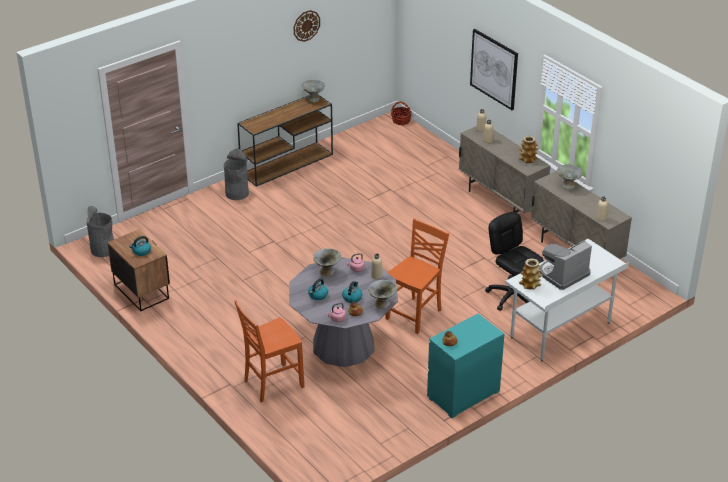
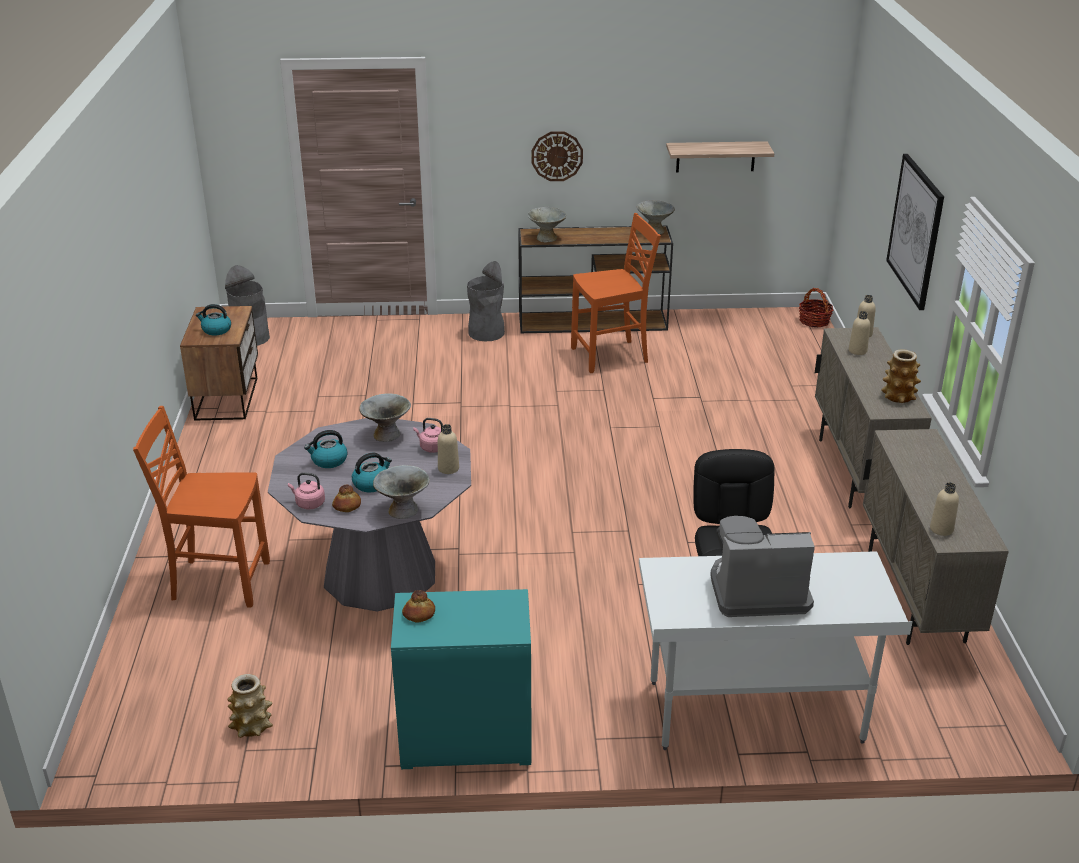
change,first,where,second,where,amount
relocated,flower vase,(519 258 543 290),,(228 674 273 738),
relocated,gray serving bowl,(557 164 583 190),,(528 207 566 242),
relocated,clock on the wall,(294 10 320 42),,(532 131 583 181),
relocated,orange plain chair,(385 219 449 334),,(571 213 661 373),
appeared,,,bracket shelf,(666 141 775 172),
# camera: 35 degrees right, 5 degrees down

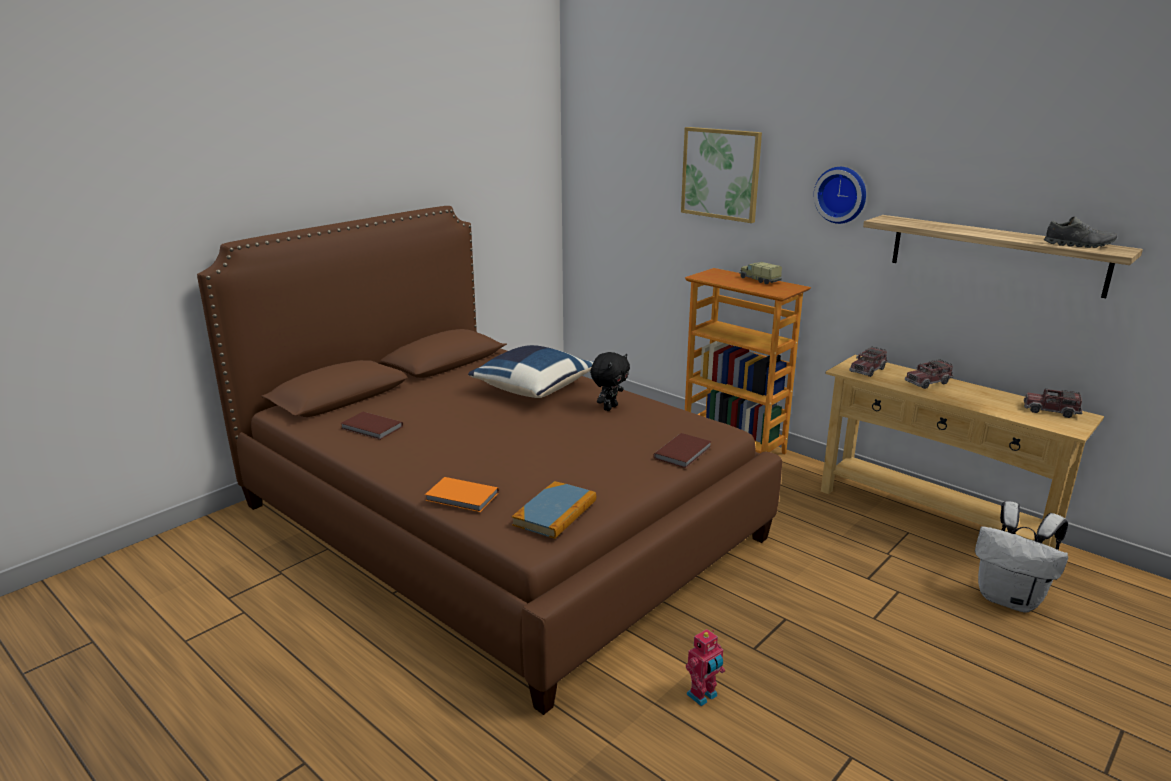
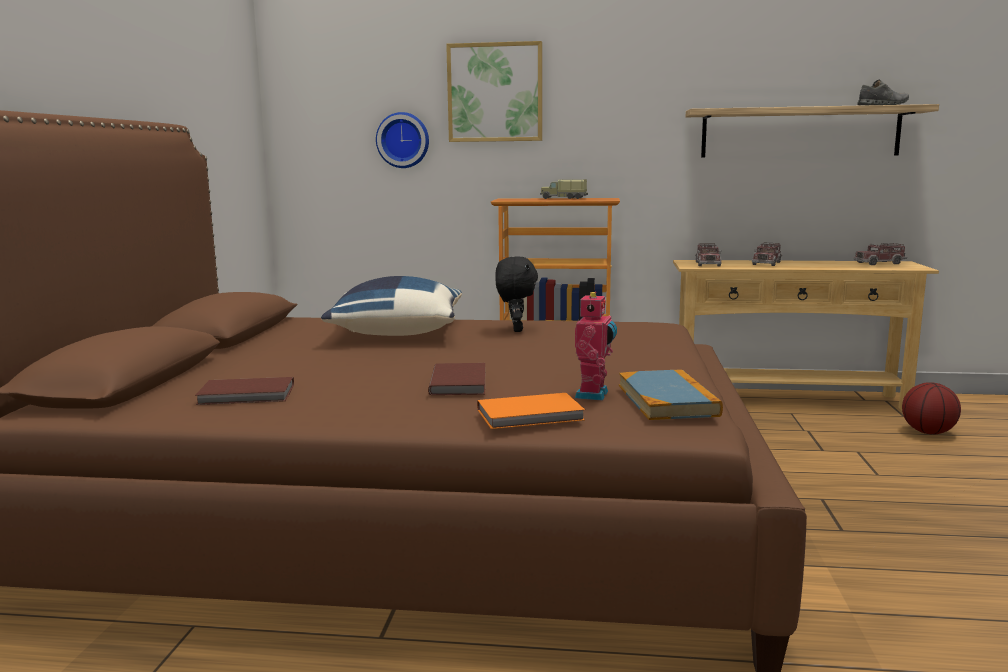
change,first,where,second,where,amount
relocated,clock on the wall,(814 167 866 224),,(376 112 429 168),
relocated,brown-coloured volume,(653 433 712 468),,(428 363 485 395),
relocated,robot figure,(686 629 725 706),,(575 291 617 401),
exchanged,whitish backpack,(975 501 1068 613),basketball,(902 382 961 434),
# camera: 35 degrees left, 10 degrees down

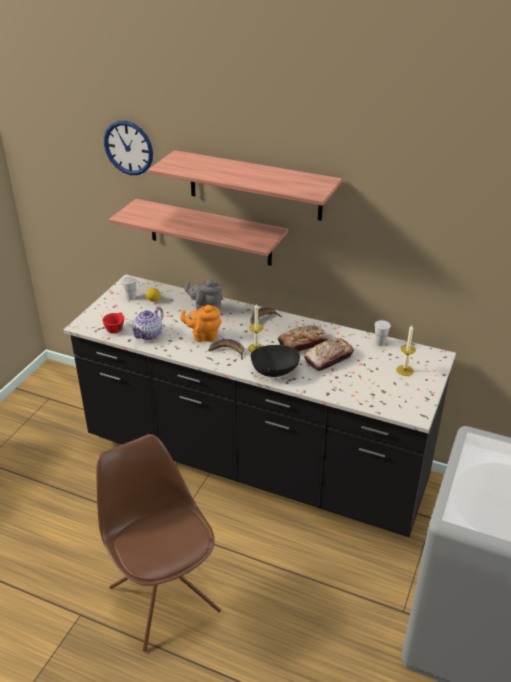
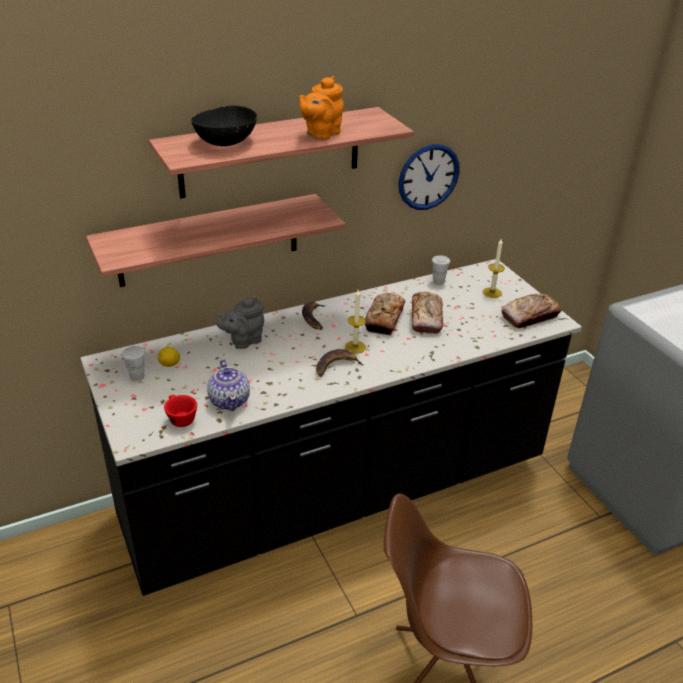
change,first,where,second,where,amount
relocated,blackish serving bowl,(251 345 300 377),,(191 105 257 146),
relocated,orange tea pot,(180 305 221 342),,(299 76 344 140),
relocated,clock on the wall,(104 121 153 175),,(398 144 460 210),
appeared,,,baked bread,(501 294 562 328),
# camera: 50 degrees left, 0 degrees up

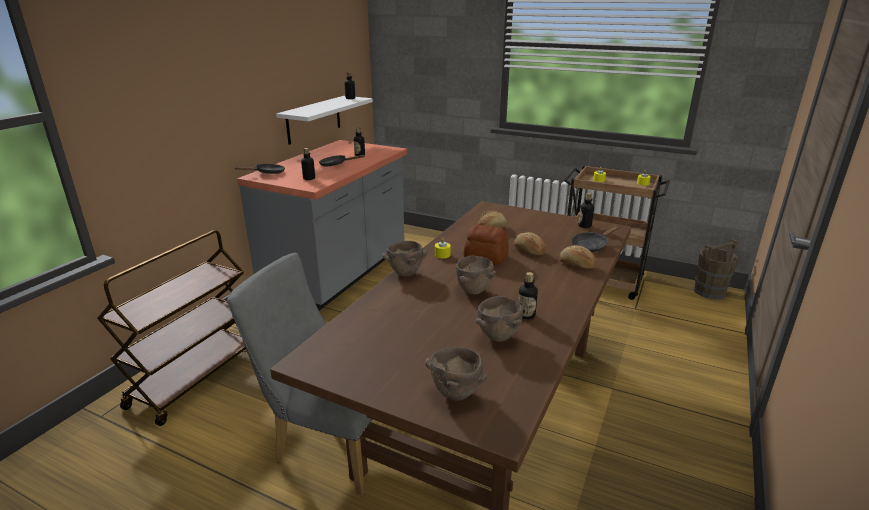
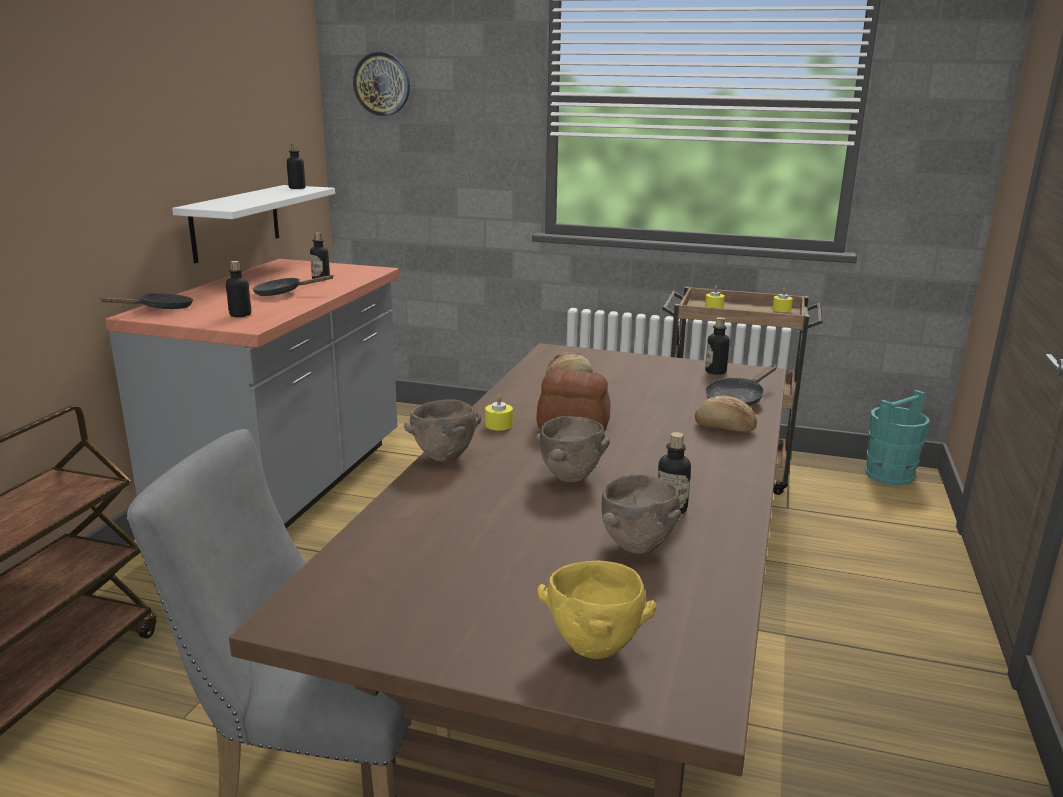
change,first,where,second,where,amount
appeared,,,clock on the wall,(353 52 410 116),
colour,brown-coloured serving bowl,(425 347 488 401),yellow serving bowl,(537 561 656 659),
colour,brown-coloured pail,(694 239 738 299),turquoise-coloured pail,(865 390 930 485),
missing,baked bread,(514 232 545 255),,,
# camera: 10 degrees left, 5 degrees down

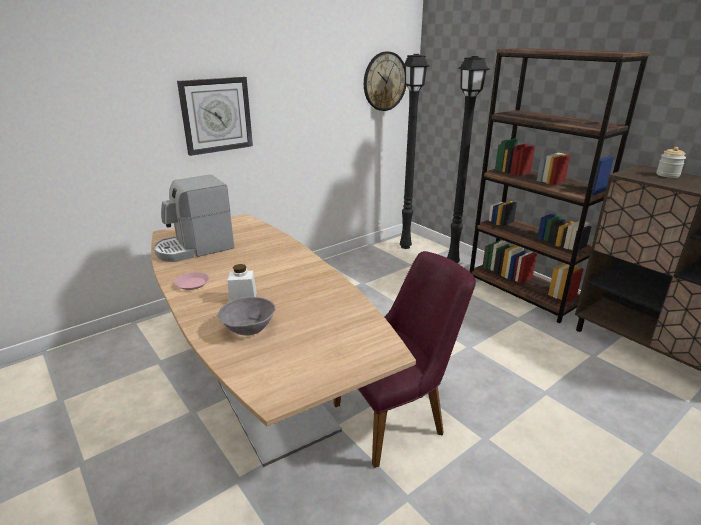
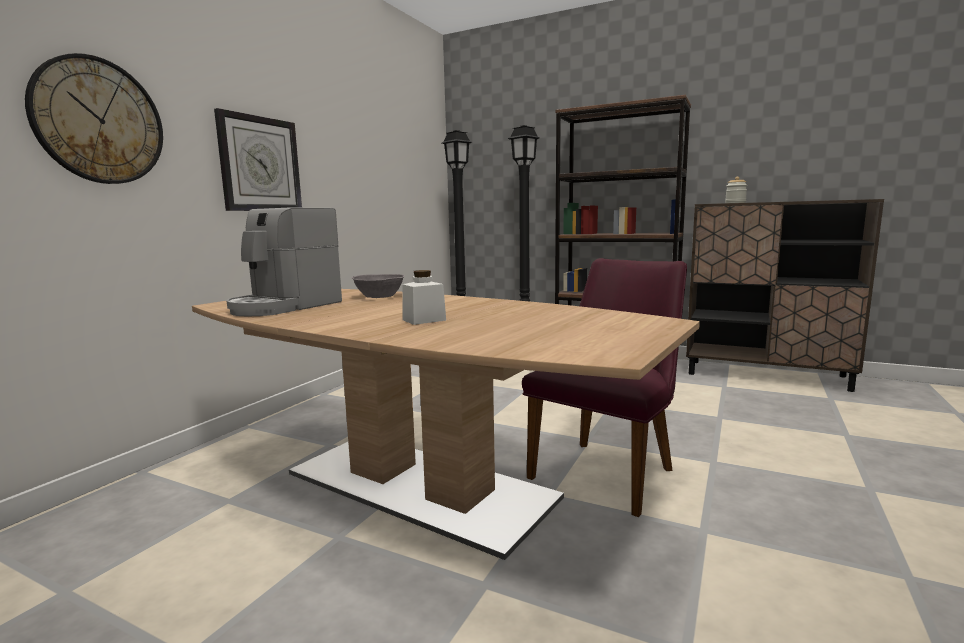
change,first,where,second,where,amount
relocated,clock on the wall,(364 52 407 111),,(25 53 163 184),
relocated,gray serving bowl,(218 297 276 336),,(352 274 405 298),
missing,pink plate,(174 272 209 290),,,
# camera: 25 degrees left, 15 degrees down

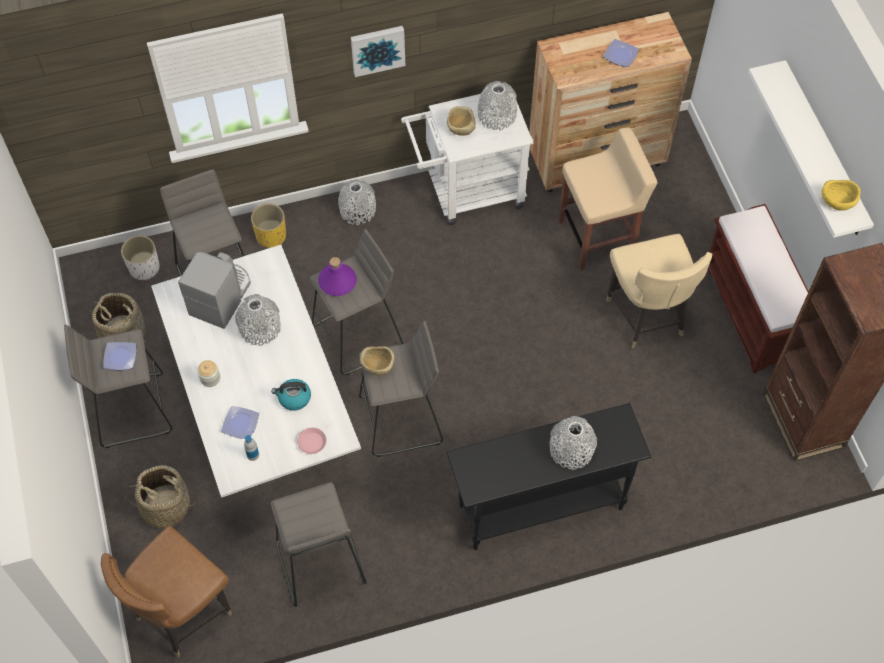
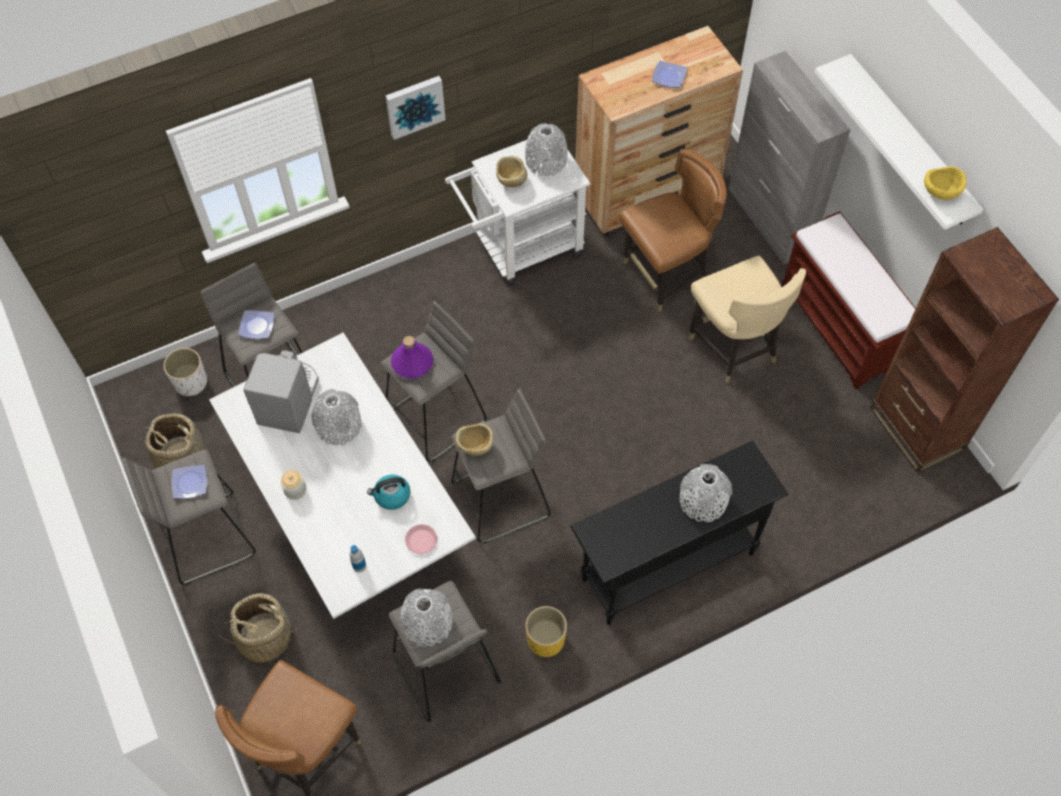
change,first,where,second,where,amount
relocated,plate,(221 406 259 439),,(239 310 274 339),
relocated,gray flower vase,(338 179 376 225),,(400 589 453 647),
relocated,yellow flower pot,(251 203 286 248),,(525 606 567 657),
exchanged,sand-coloured stool,(559 127 657 270),brown-coloured plain chair,(619 149 727 312),
appeared,,,gray cupboard,(729 51 850 264),
# camera: 10 degrees left, 0 degrees up

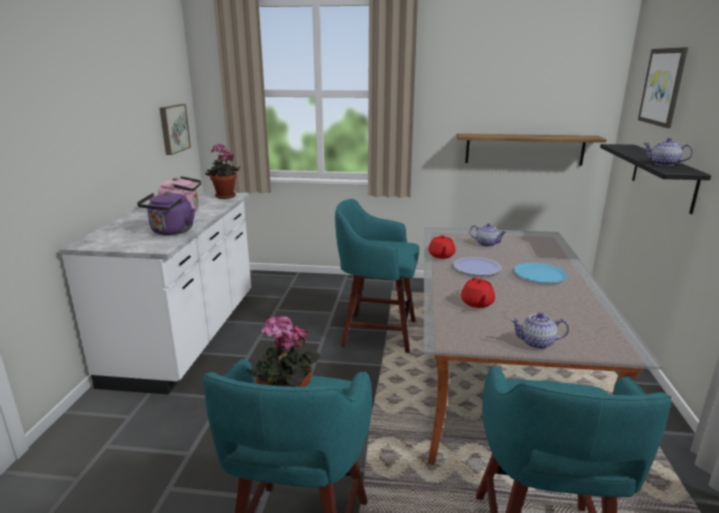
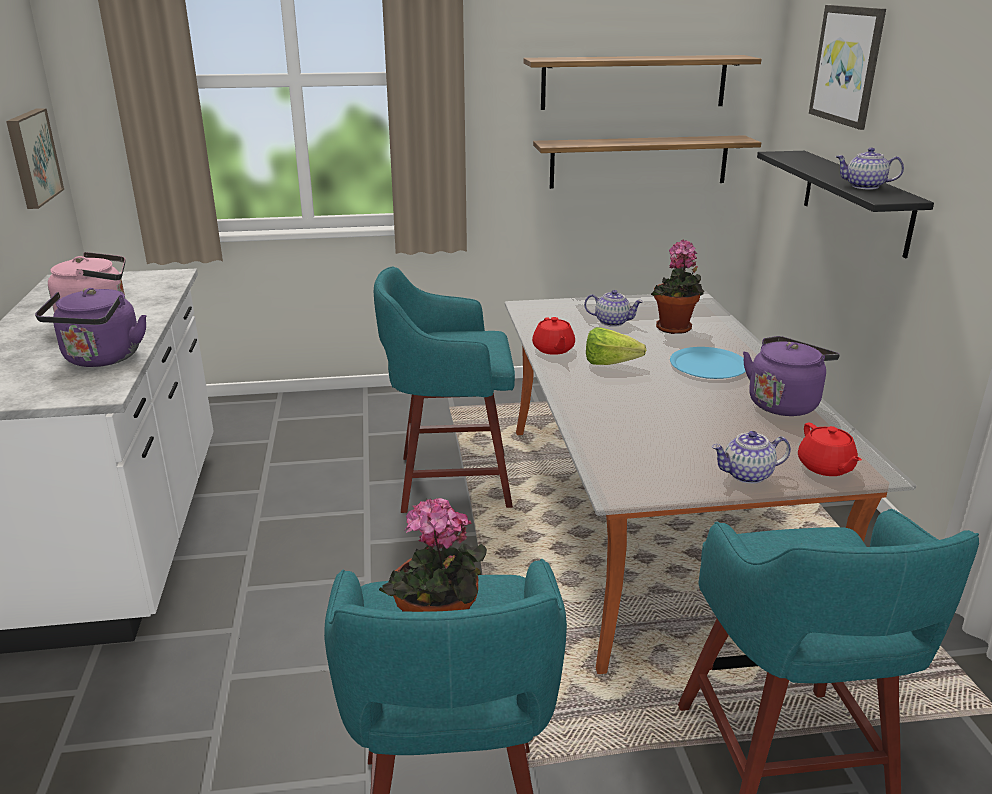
change,first,where,second,where,amount
appeared,,,bracket shelf,(523 55 761 110),
exchanged,plate,(453 257 502 276),lettuce head,(586 327 646 365),
relocated,plant in a pot,(205 144 240 199),,(651 239 704 334),
appeared,,,purplish water kettle,(743 336 840 416),
relocated,red-coloured tea pot,(461 277 495 308),,(798 423 862 476),
# camera: 15 degrees left, 5 degrees up

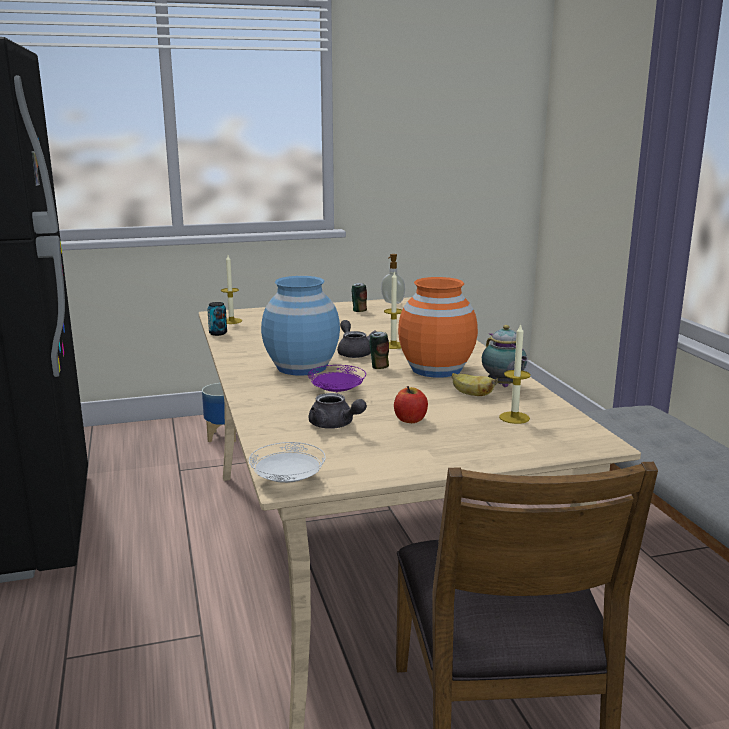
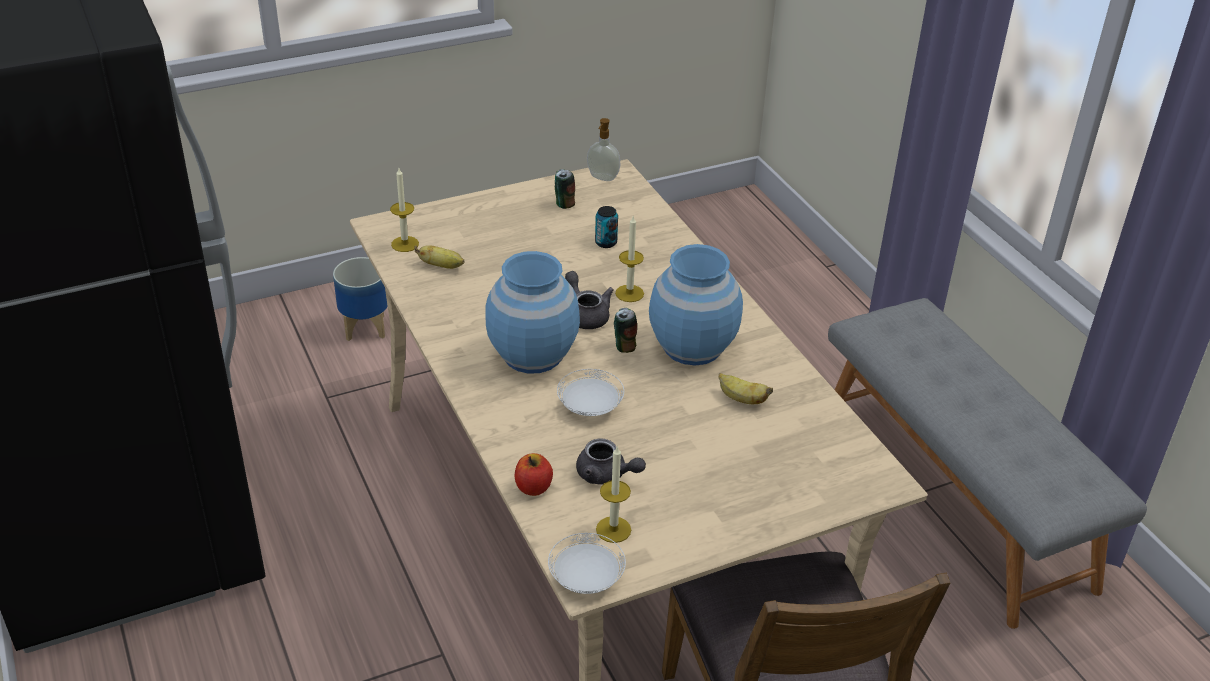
change,first,where,second,where,amount
appeared,,,whole banana,(415 245 464 269),
relocated,apple,(394 386 428 423),,(515 453 553 496),
colour,purplish plate,(308 365 366 393),whitish plate,(557 369 624 416),
relocated,can,(207 302 227 336),,(595 206 618 248),
relocated,wax candle,(499 323 531 424),,(596 446 631 543),
colour,orange flower vase,(398 277 478 378),bluish flower vase,(649 244 743 366),
missing,tea pot,(482 325 528 387),,,
# camera: 10 degrees left, 20 degrees up

